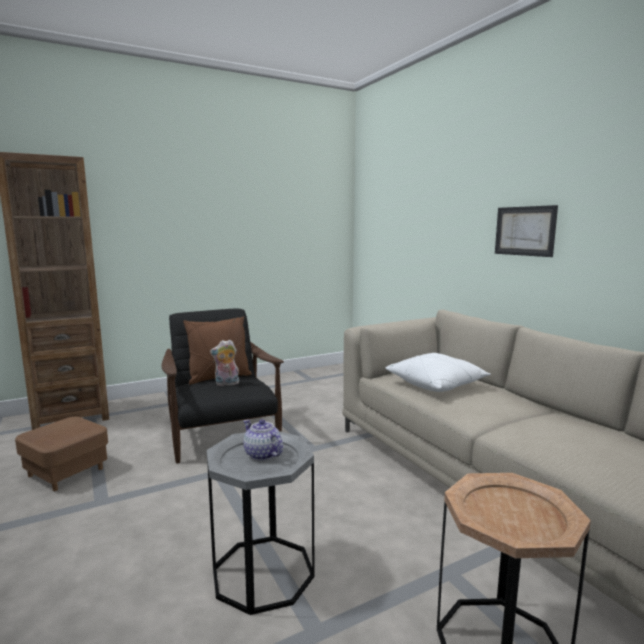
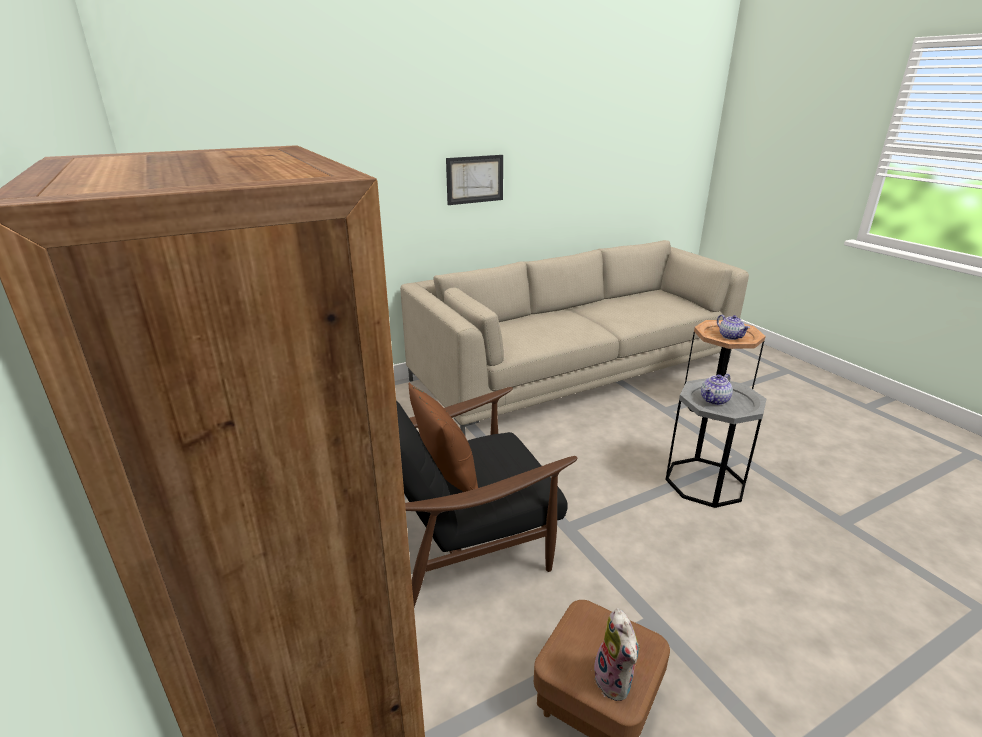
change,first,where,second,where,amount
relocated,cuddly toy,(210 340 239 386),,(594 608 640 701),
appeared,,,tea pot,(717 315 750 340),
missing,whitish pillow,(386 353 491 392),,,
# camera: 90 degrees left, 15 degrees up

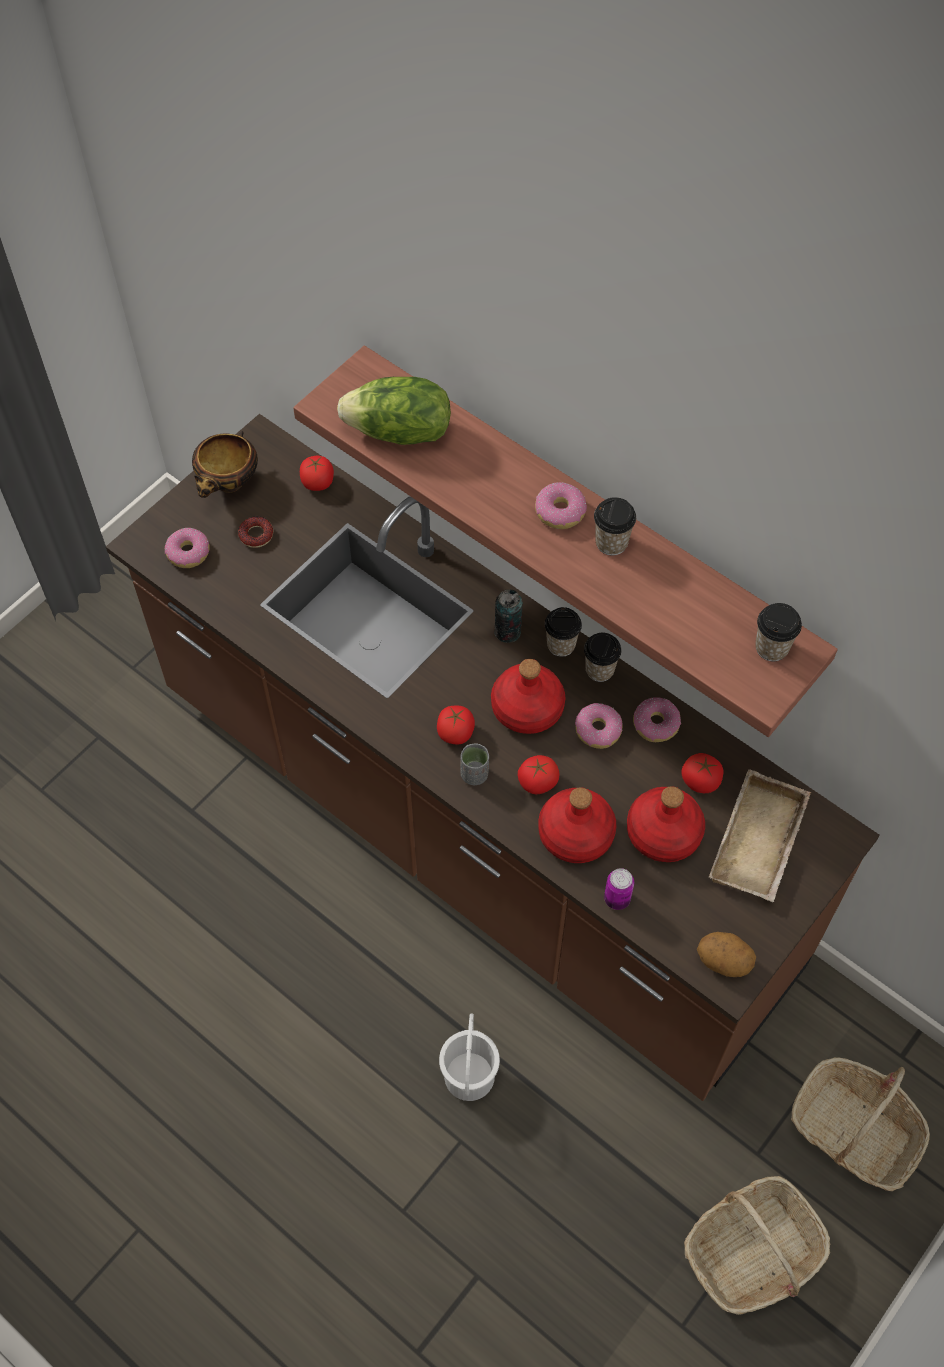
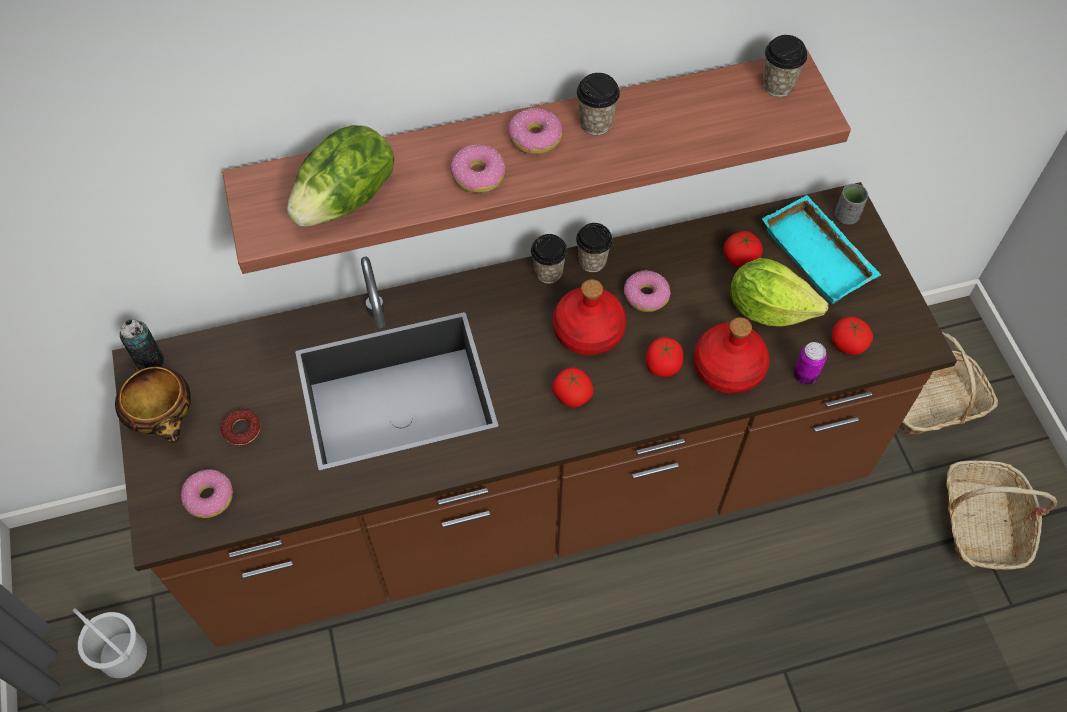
change,first,where,second,where,amount
relocated,whitish pail,(439 1013 500 1101),,(72 608 147 678),
relocated,can,(494 589 523 643),,(120 319 164 370),
relocated,donut,(633 697 681 742),,(451 145 506 193),
exchanged,red-coloured beverage bottle,(627 786 705 862),lettuce head,(730 258 828 327),
colour,sand-coloured carrying tray,(709 769 811 902),turquoise-coloured carrying tray,(762 195 881 304),
relocated,tomato,(300 456 334 491),,(831 316 873 355),
relocated,gray small cup,(460 743 489 785),,(835 184 868 225),
missing,spud,(697 932 756 977),,,
# camera: 55 degrees left, 0 degrees up

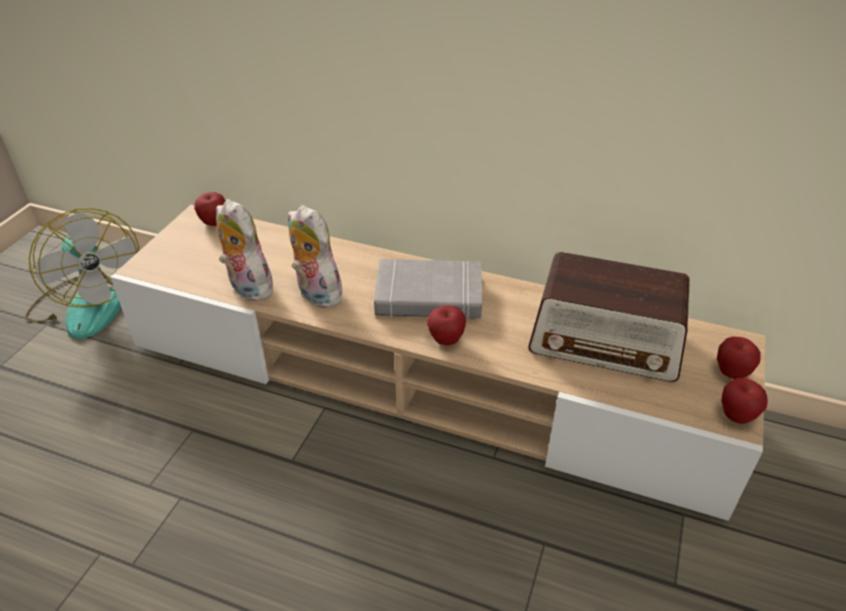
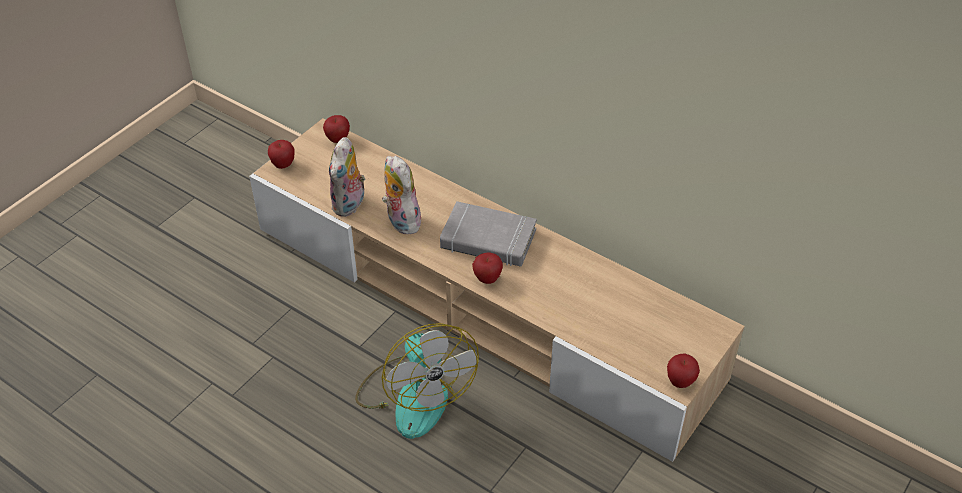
change,first,where,second,where,amount
relocated,apple,(717 337 761 379),,(268 140 295 169),
spun,cuddly toy,(216 199 276 301),,(329 137 365 217),135 degrees counterclockwise
relocated,electric fan,(25 208 140 339),,(355 323 479 439),
missing,radio,(528 252 690 382),,,
# camera: 15 degrees right, 5 degrees up

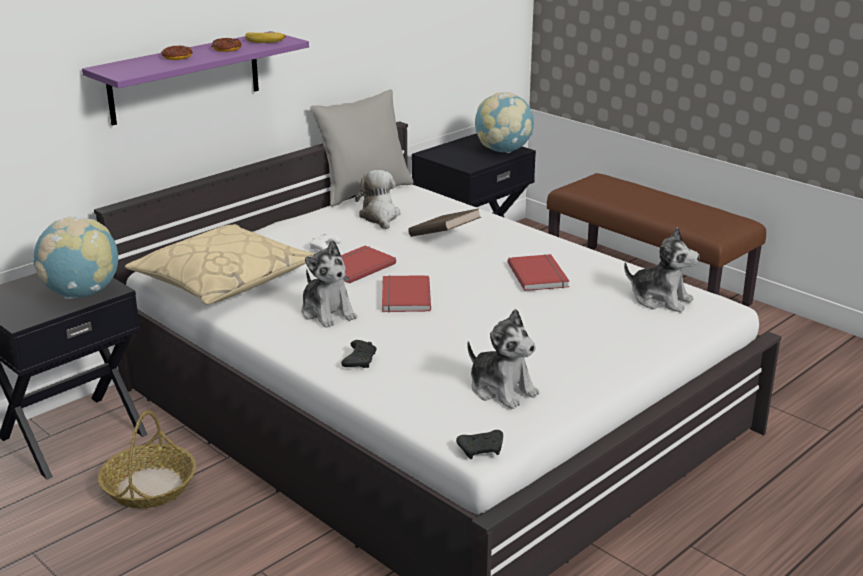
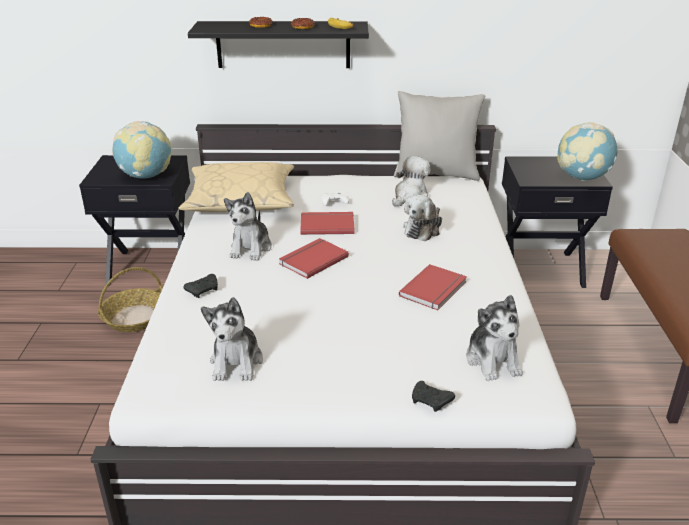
change,first,where,second,where,amount
colour,purplish bracket shelf,(82 31 309 126),blackish bracket shelf,(188 21 369 68),
exchanged,brown-coloured volume,(408 208 481 237),cuddly toy,(403 195 442 241),
relocated,blackish joypad,(456 430 503 459),,(412 381 455 412),
# camera: 45 degrees right, 5 degrees up

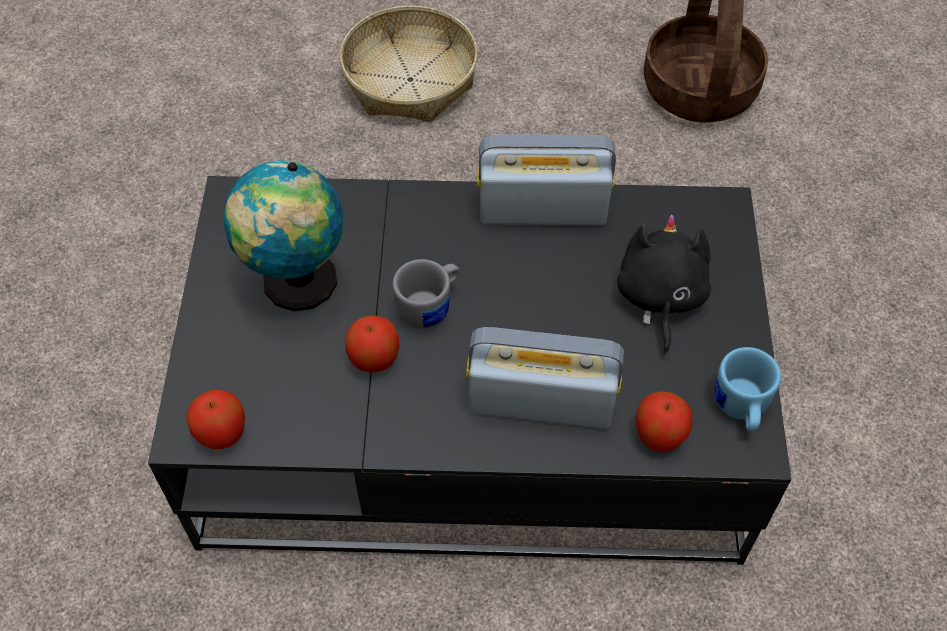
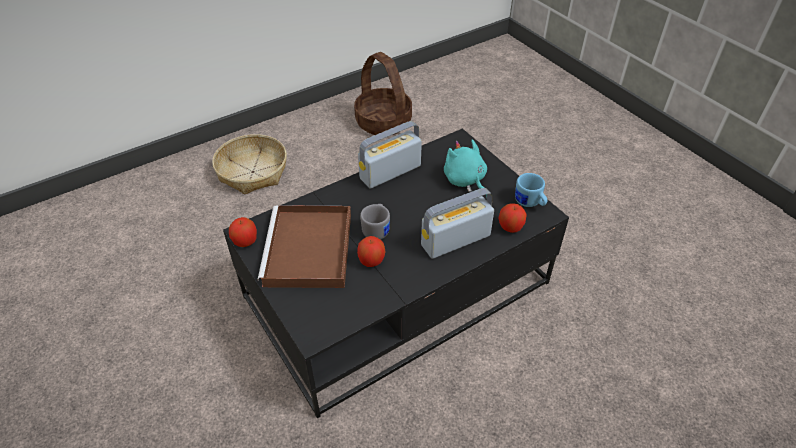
change,first,where,second,where,amount
relocated,apple,(186 390 245 449),,(229 217 257 247),
exchanged,desk globe,(224 160 343 311),brown-coloured carrying tray,(257 205 351 288),
colour,blackish cuddly toy,(617 215 711 355),turquoise-coloured cuddly toy,(444 139 487 198),
# camera: 35 degrees left, 10 degrees down

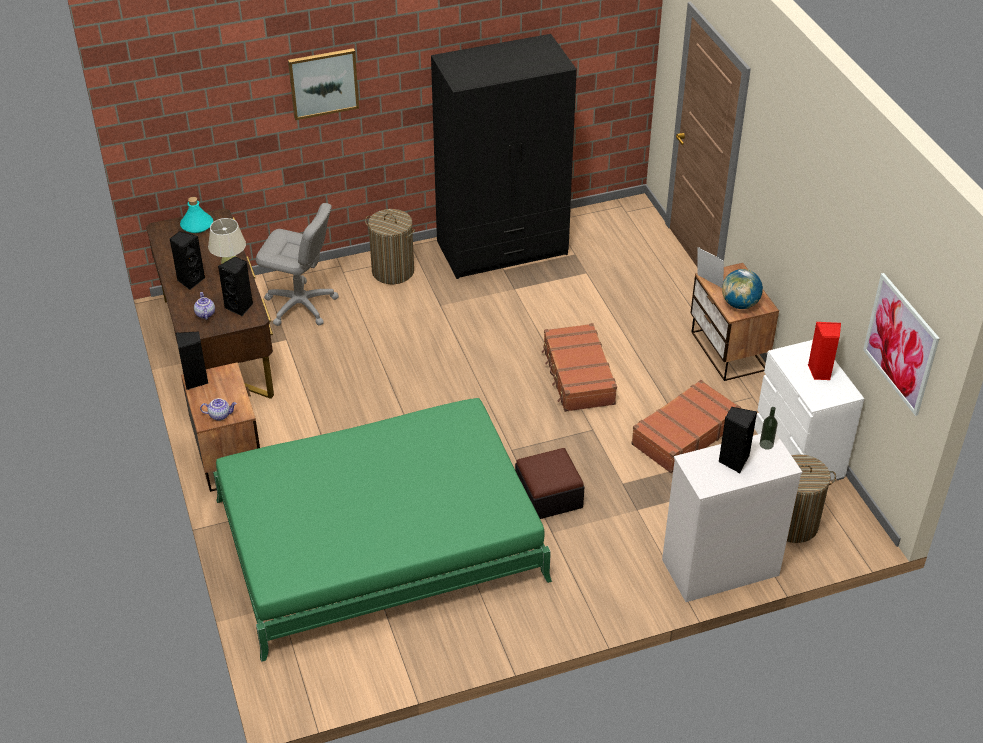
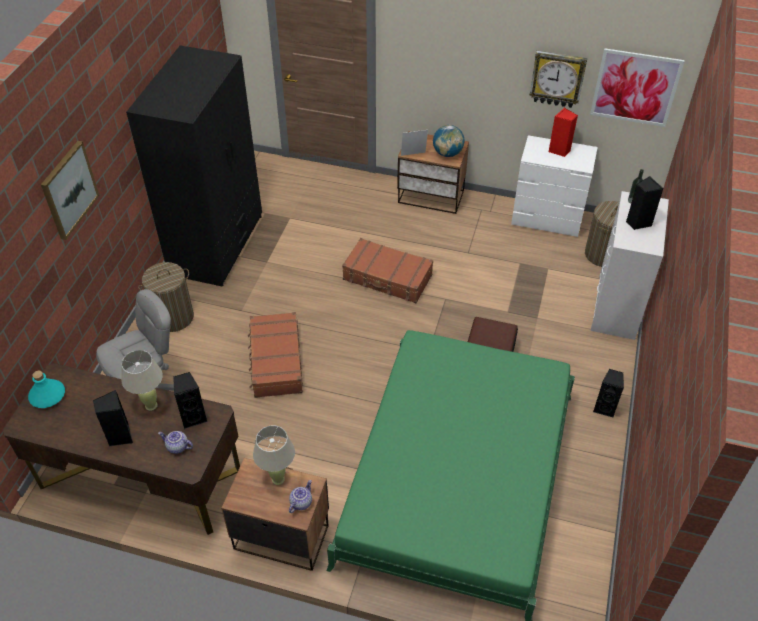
change,first,where,second,where,amount
relocated,brown-coloured travel case,(631 380 741 473),,(248 312 303 398),
appeared,,,sand-coloured tabletop lamp,(253 425 295 485),
appeared,,,clock on the wall,(530 51 587 108),
relocated,blackish audio speaker,(176 331 208 390),,(593 369 624 418),
# camera: 55 degrees left, 5 degrees up

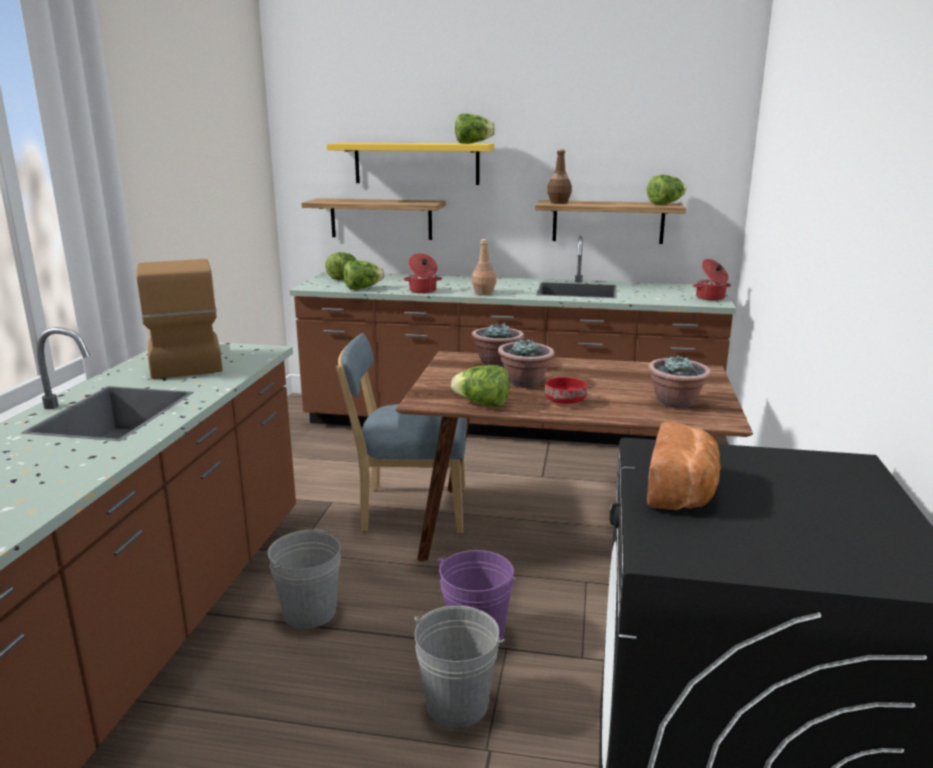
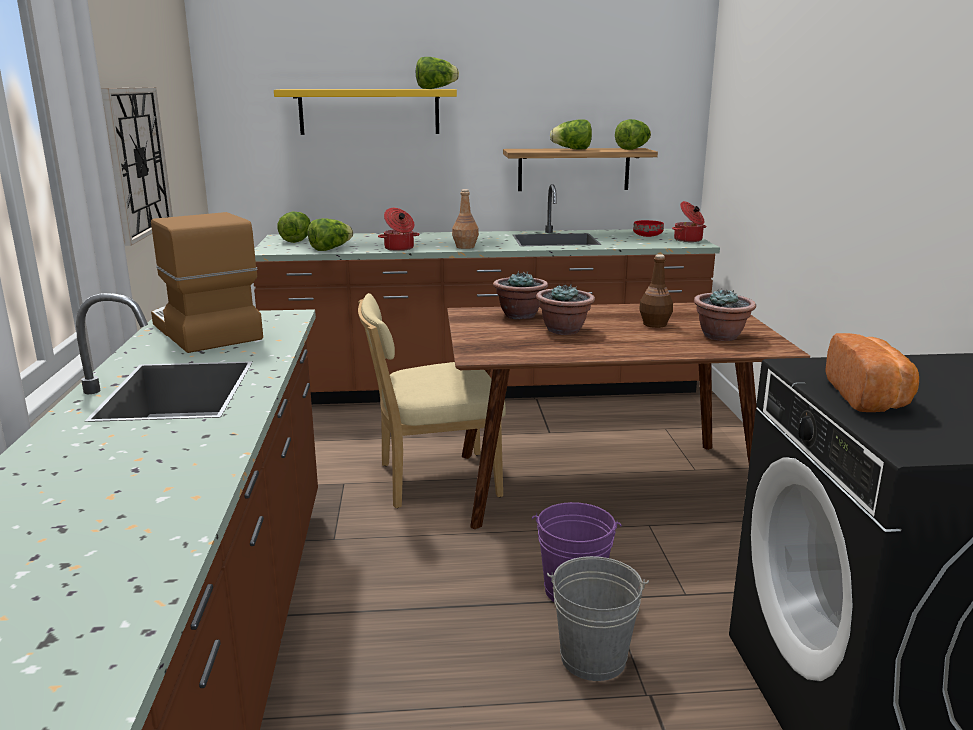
change,first,where,second,where,amount
appeared,,,clock on the wall,(101 87 173 246),
colour,bluish plain chair,(336 333 467 534),sand-coloured plain chair,(358 293 506 508),
relocated,lettuce head,(451 365 510 407),,(550 119 592 150),
relocated,red-coloured serving bowl,(545 377 587 404),,(633 220 664 237),
relocated,brown-coloured beverage bottle,(547 149 572 204),,(639 254 673 328),
missing,gray pail,(267 528 341 629),,,
missing,bracket shelf,(301 198 446 240),,,
# camera: 15 degrees left, 0 degrees up

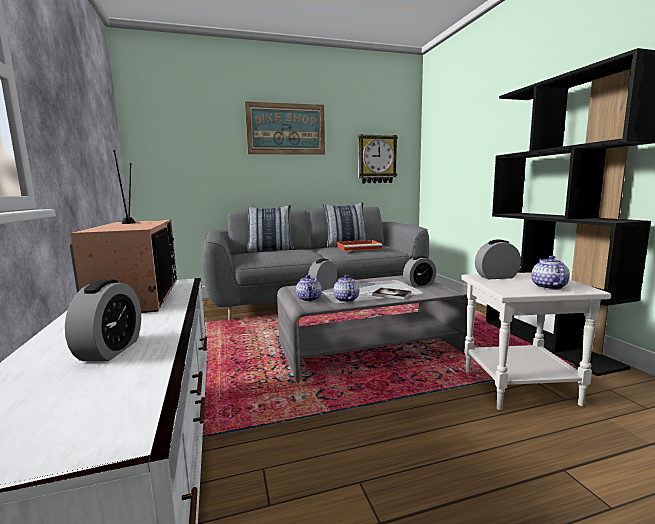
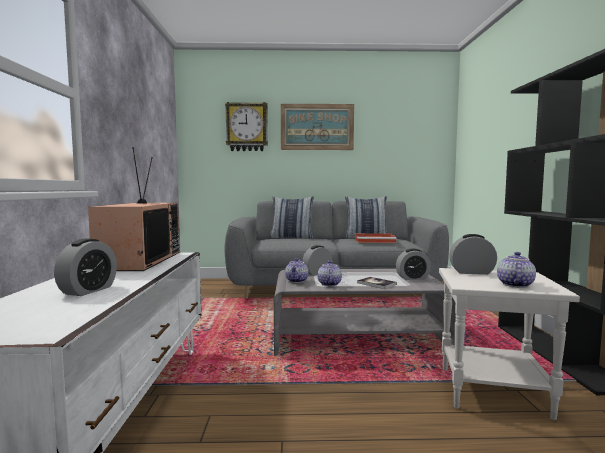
change,first,where,second,where,amount
relocated,clock on the wall,(358 134 398 183),,(225 102 268 151),
# camera: 15 degrees right, 5 degrees down

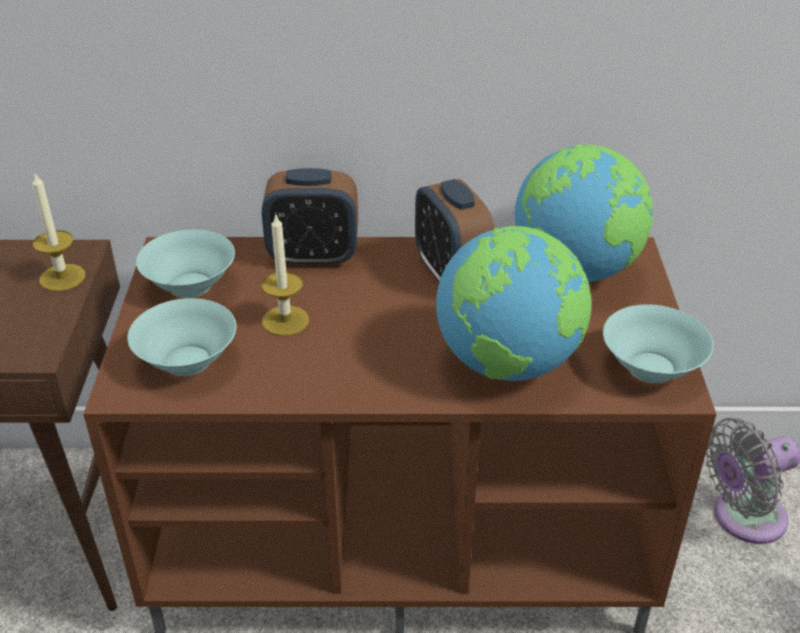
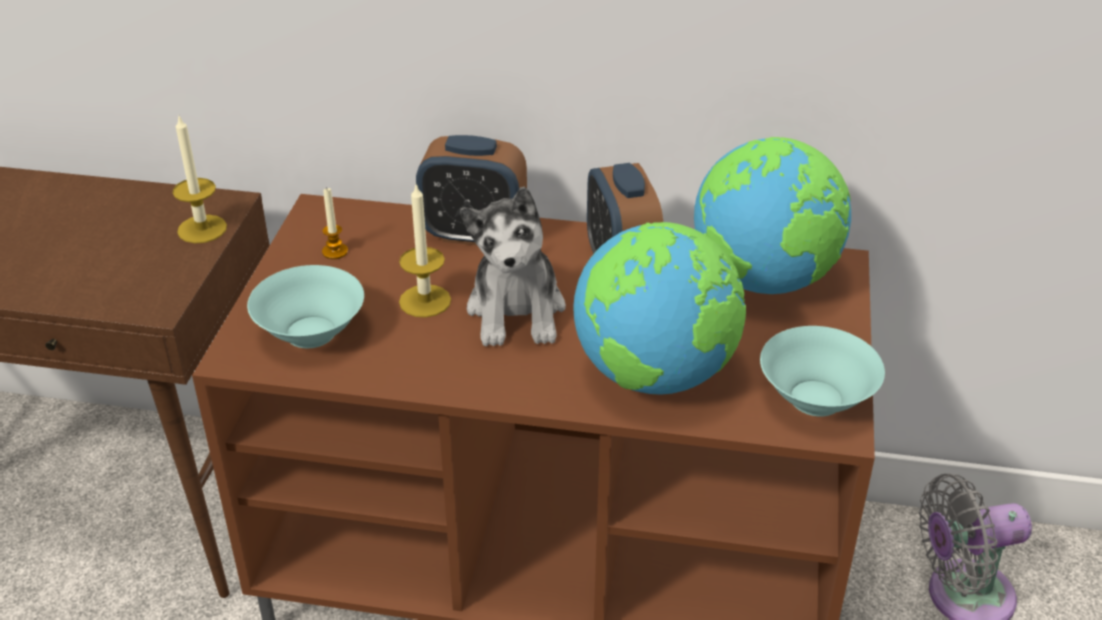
change,first,where,second,where,amount
exchanged,turquoise-coloured serving bowl,(136 229 235 298),wax candle,(322 188 348 259),
appeared,,,cuddly toy,(460 186 566 347),
# camera: 10 degrees right, 0 degrees up

